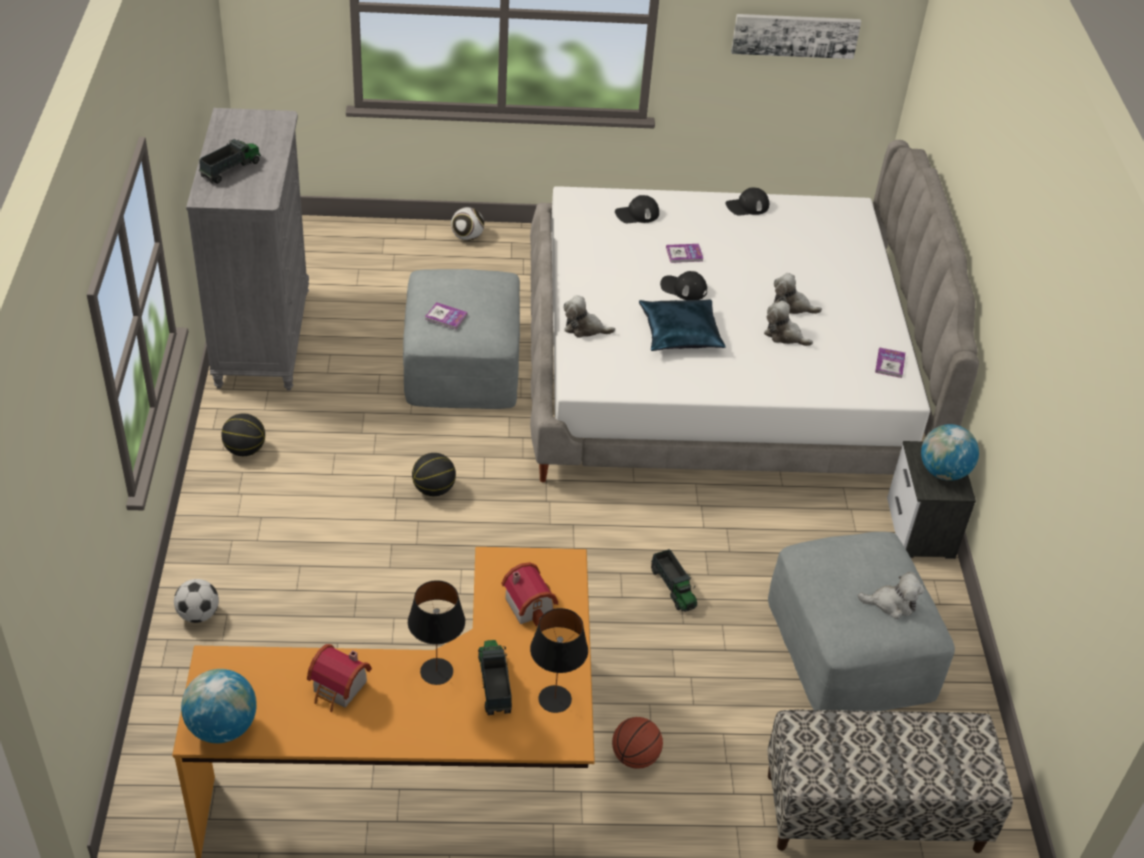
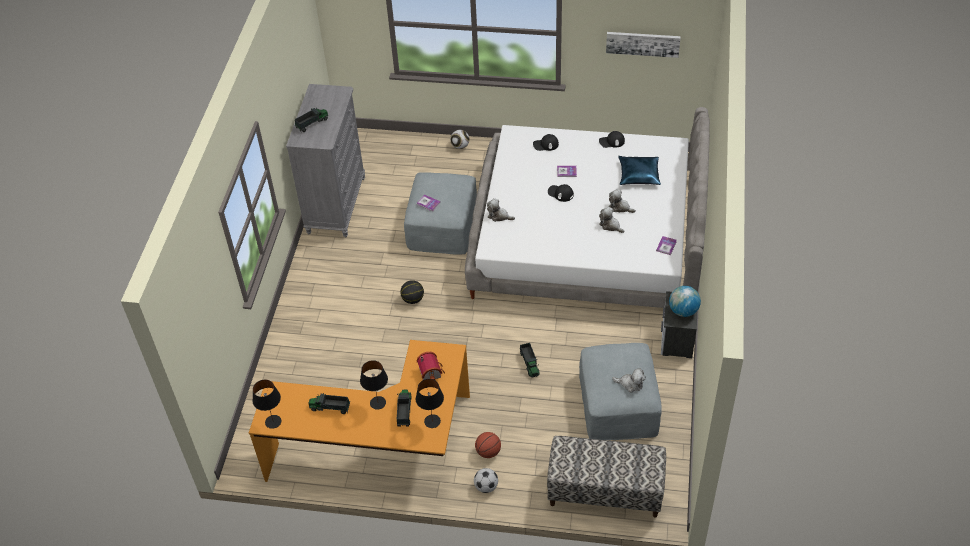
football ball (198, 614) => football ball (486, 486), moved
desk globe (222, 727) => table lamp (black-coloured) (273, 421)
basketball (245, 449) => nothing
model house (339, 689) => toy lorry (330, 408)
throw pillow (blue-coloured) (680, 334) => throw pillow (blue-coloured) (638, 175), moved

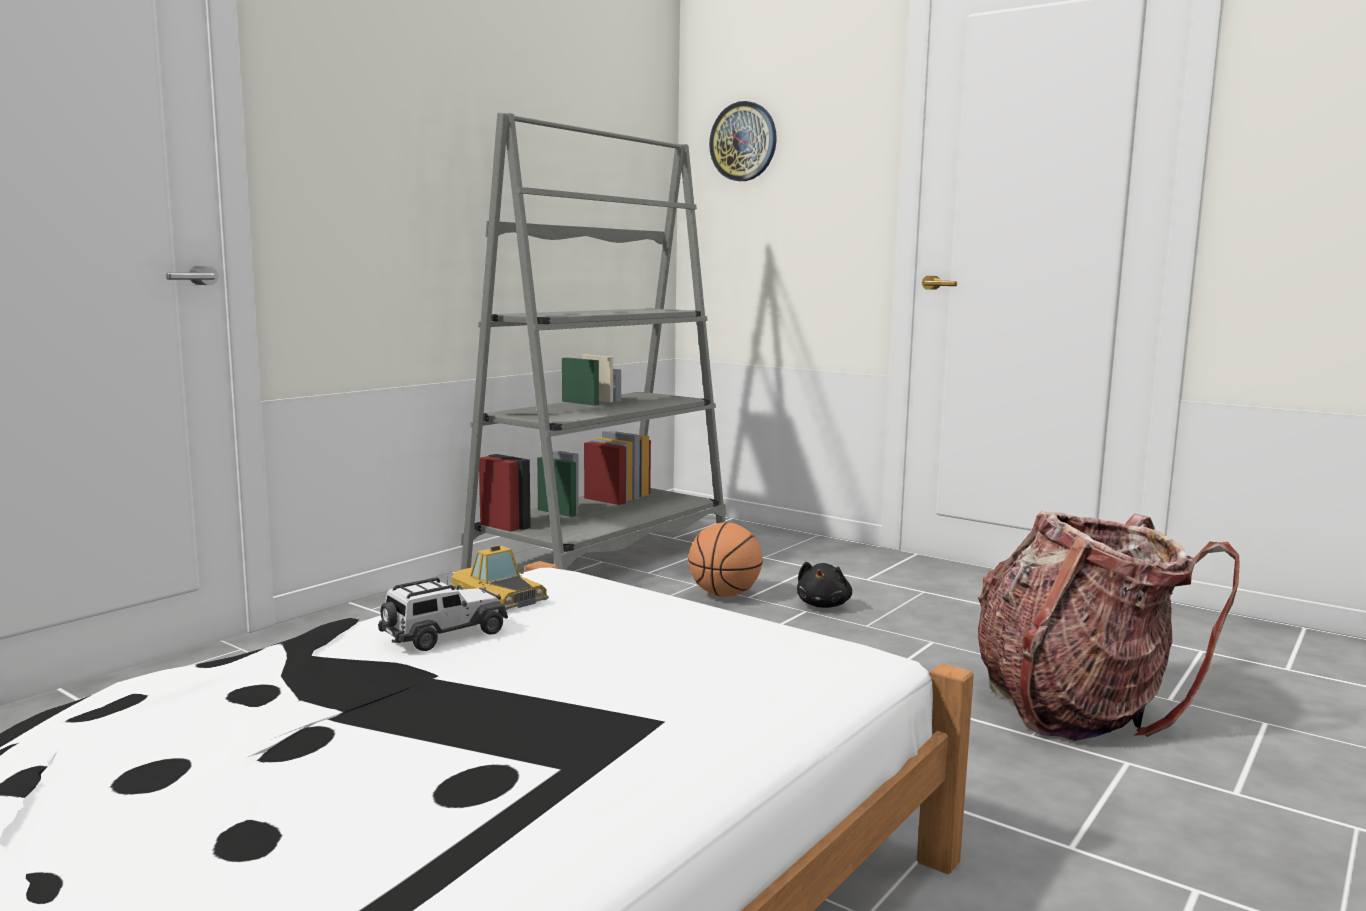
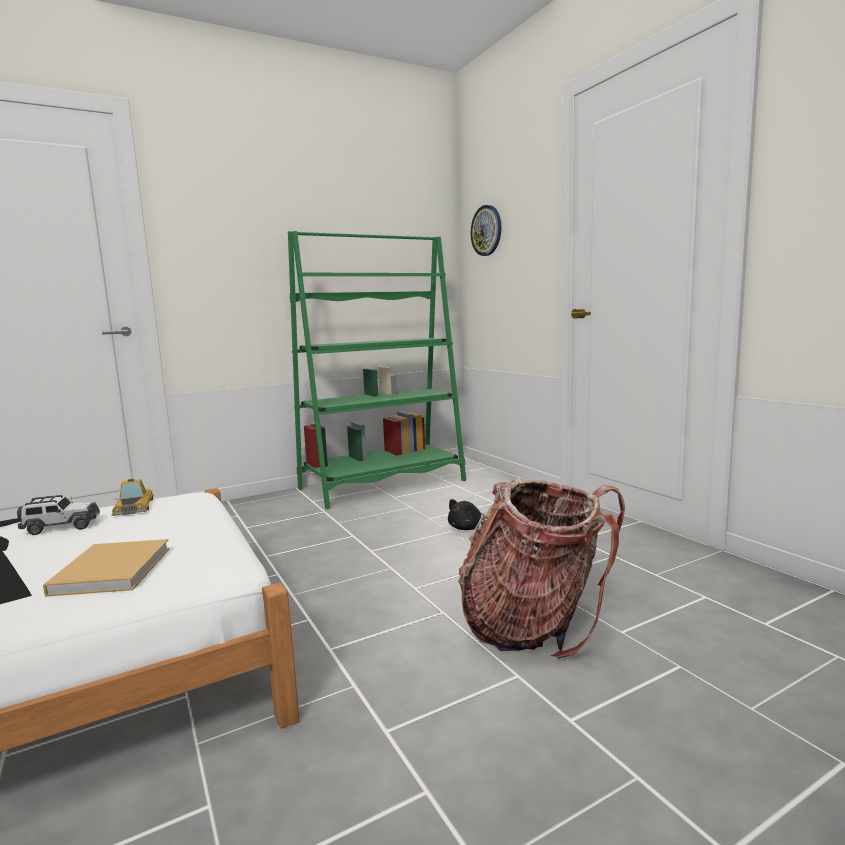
bookshelf (gray) (602, 556) => bookshelf (green-coloured) (383, 485)
basketball (724, 595) => nothing
nothing => book (beige-coloured) (114, 569)

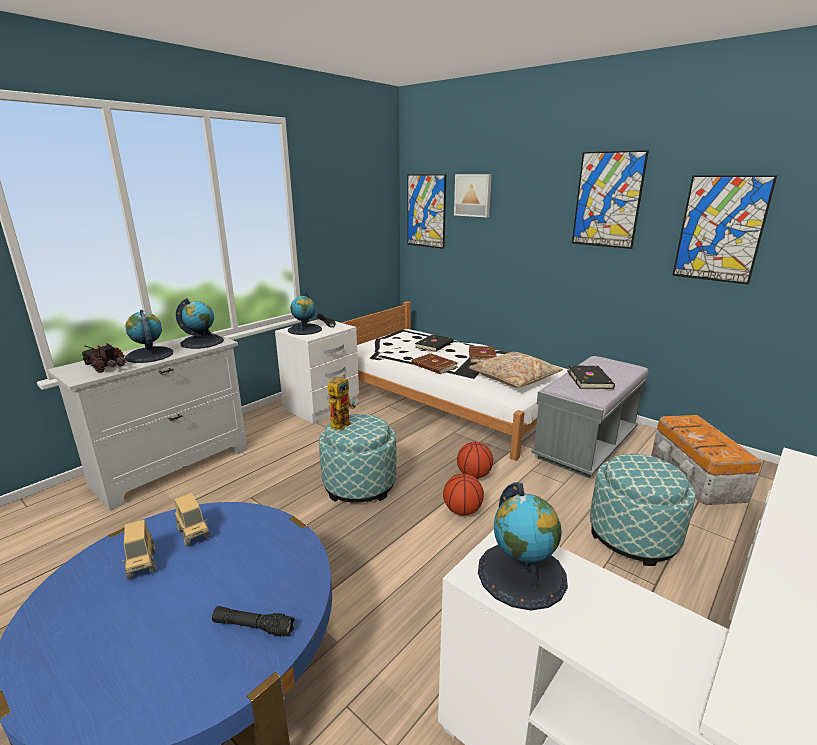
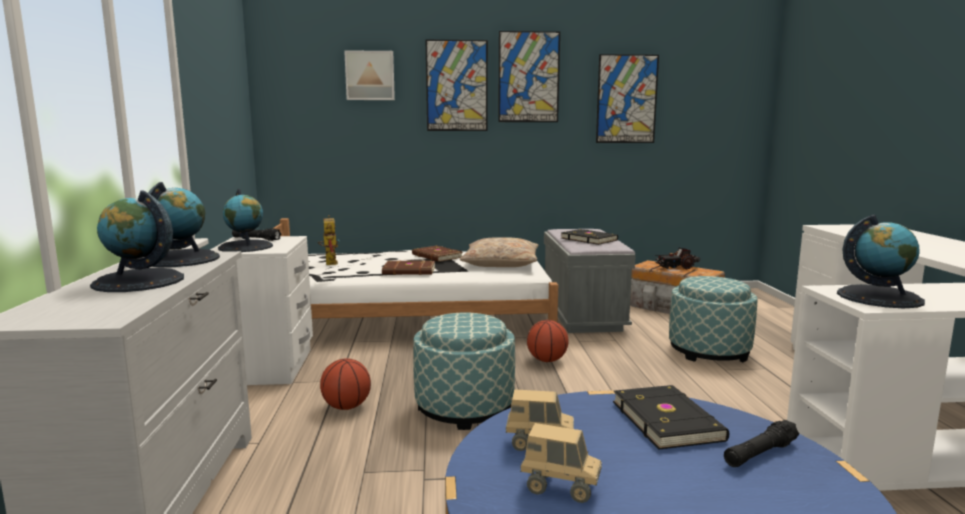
toy lorry (106, 367) => toy lorry (676, 267), moved
model robot (342, 423) => model robot (329, 262), moved
picture (426, 211) => picture (457, 86), moved
book (black-coloured) (435, 345) => book (black-coloured) (668, 420), moved
basketball (462, 510) => basketball (346, 407), moved

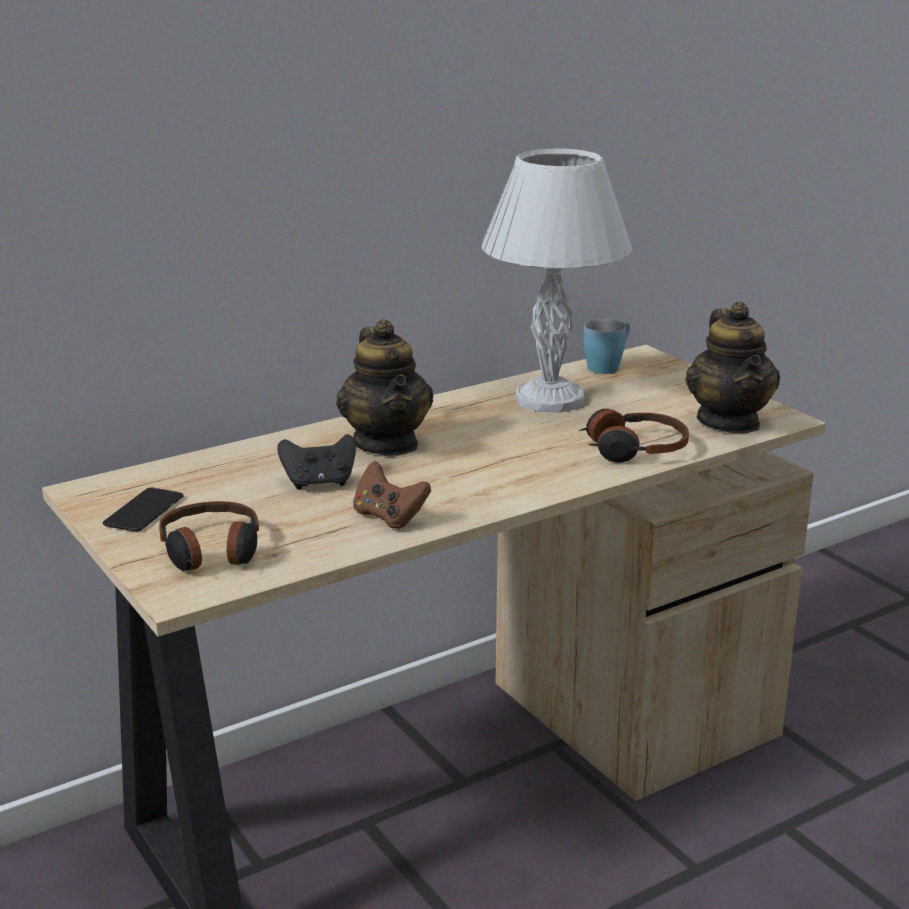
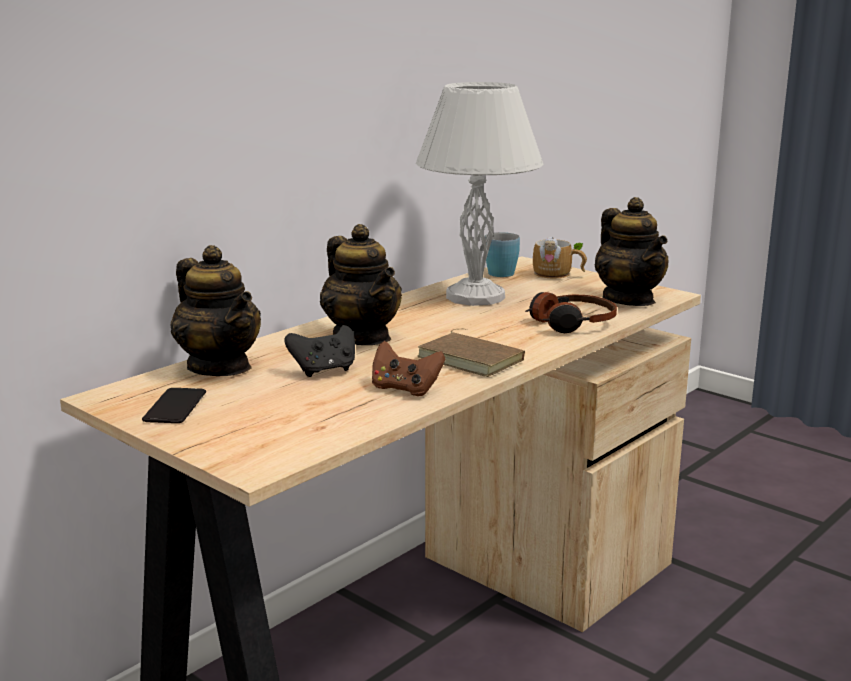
pair of headphones (211, 551) => nothing
nothing => tea pot (220, 367)
nothing => book (brown) (473, 359)
nothing => tea mug (558, 275)

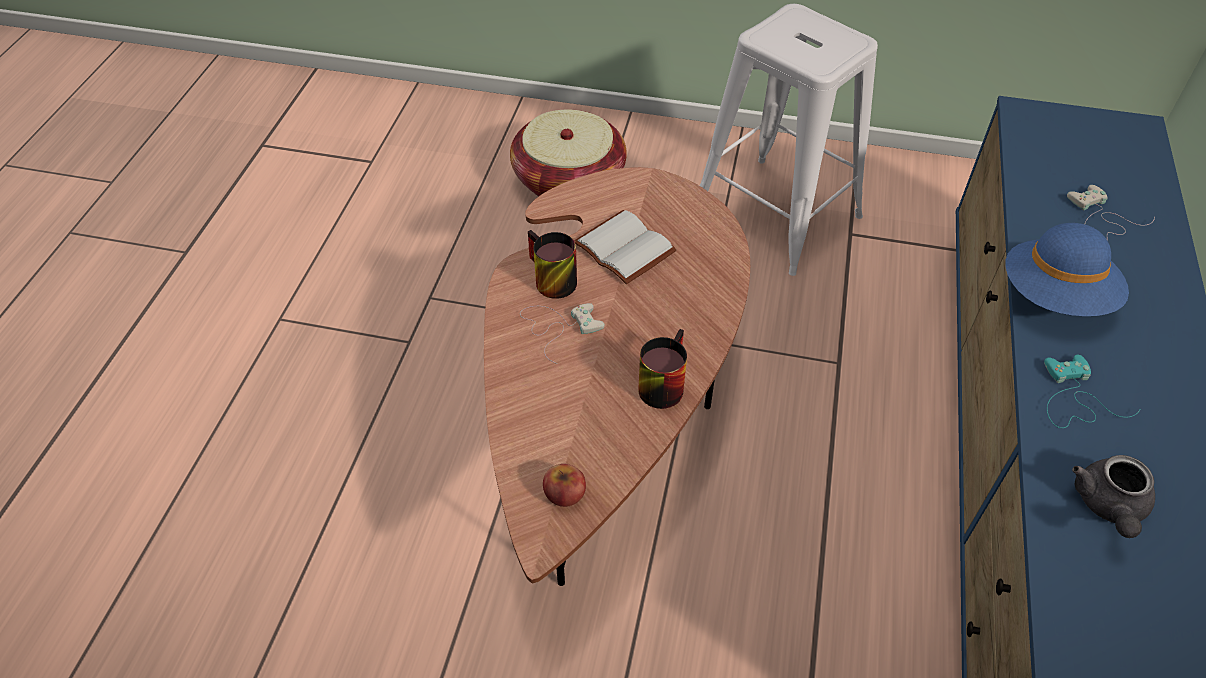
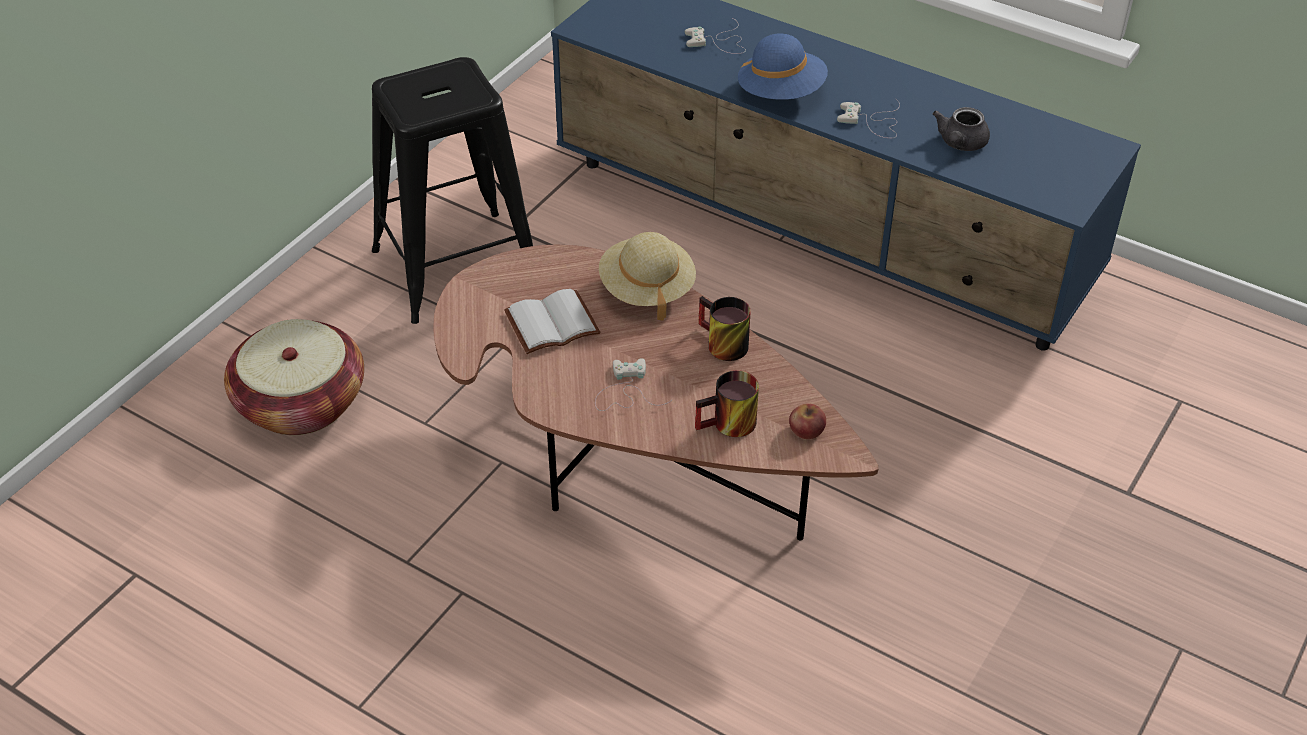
tea mug (548, 280) => tea mug (729, 426), moved
stool (white) (774, 214) => stool (black-coloured) (455, 267)
joypad (blue-green) (1074, 398) => joypad (white) (872, 122)
tea pot (gray) (1108, 507) => tea pot (gray) (960, 144), 75 degrees clockwise
nothing => hat (beige-coloured) (647, 289)

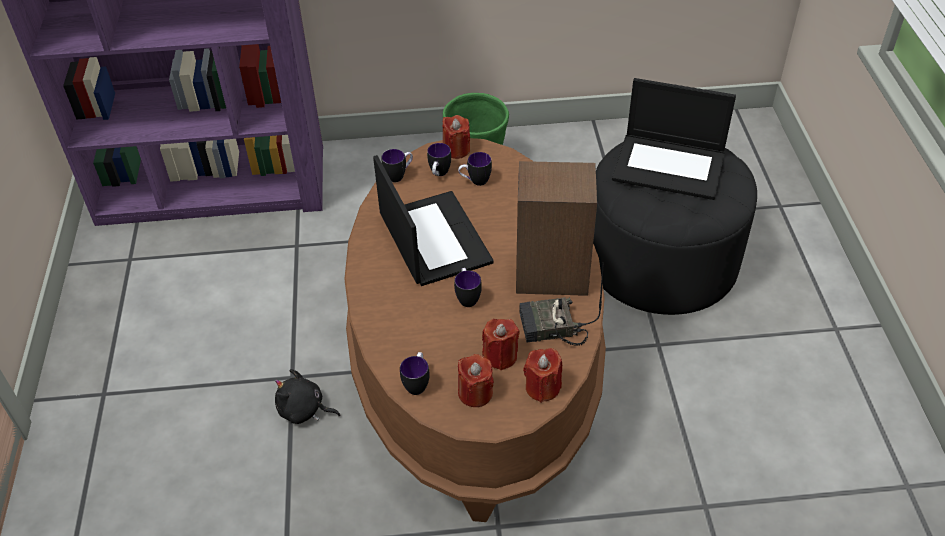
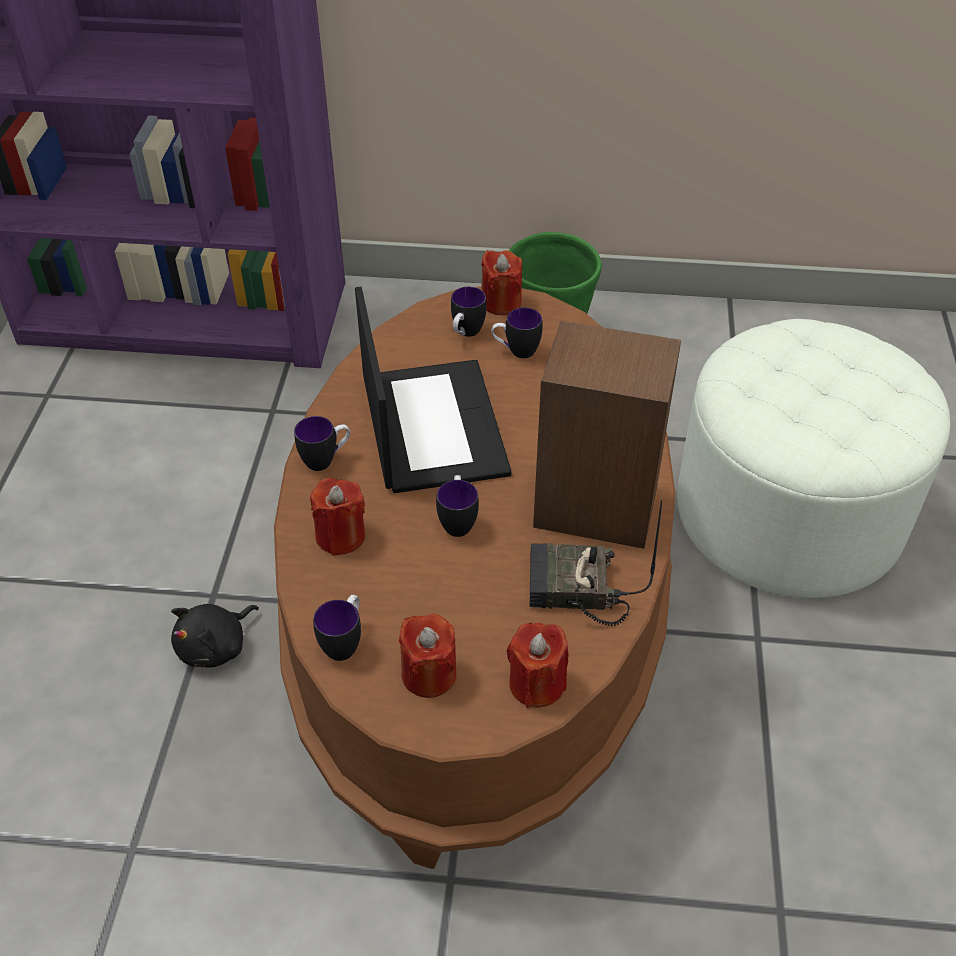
soft toy (black-coloured) (304, 410) => soft toy (black-coloured) (216, 646), 75 degrees counterclockwise
tea mug (399, 175) => tea mug (326, 460), moved
candle (red) (500, 356) => candle (red) (340, 536), moved
ottoman (black-coloured) (661, 261) => ottoman (white) (788, 513)
notebook computer (670, 166) => nothing

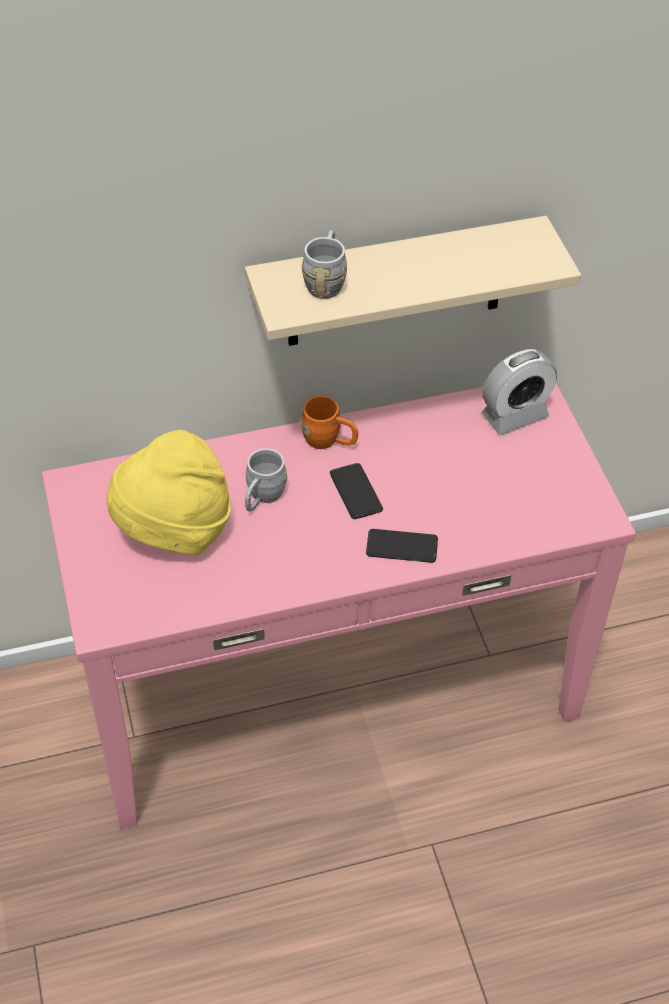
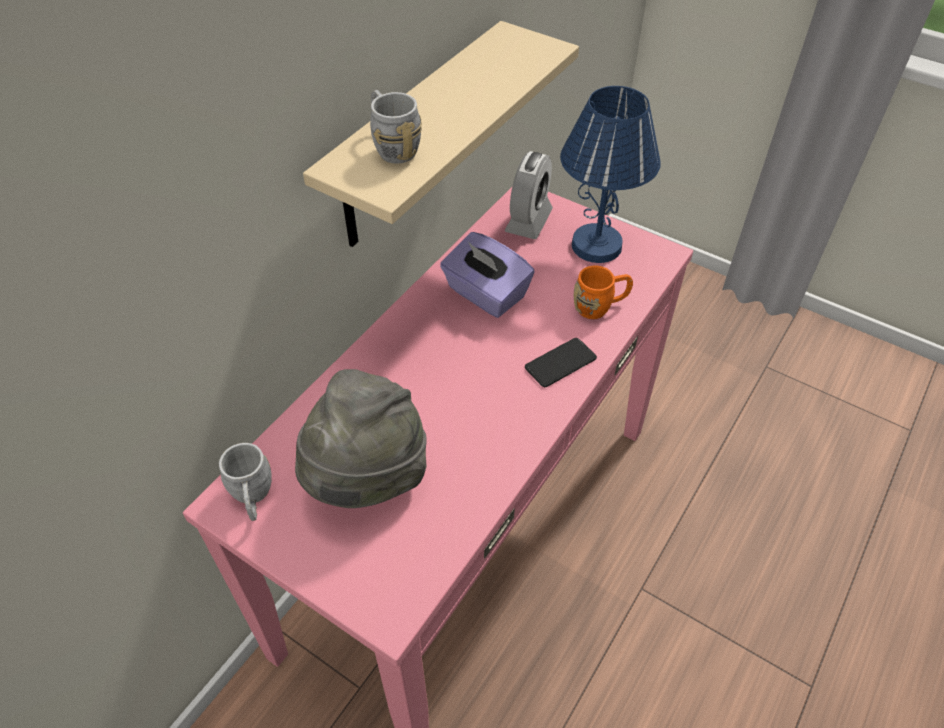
hat (yellowish) (174, 530) => hat (gray) (366, 477)
tea mug (gray) (262, 498) => tea mug (gray) (253, 498), moved
tea mug (orange-coloured) (329, 441) => tea mug (orange-coloured) (600, 307), moved
telephone (356, 492) => nothing
nothing => tissue holder (purple) (485, 294)
nothing => table lamp (blue-coloured) (597, 245)

